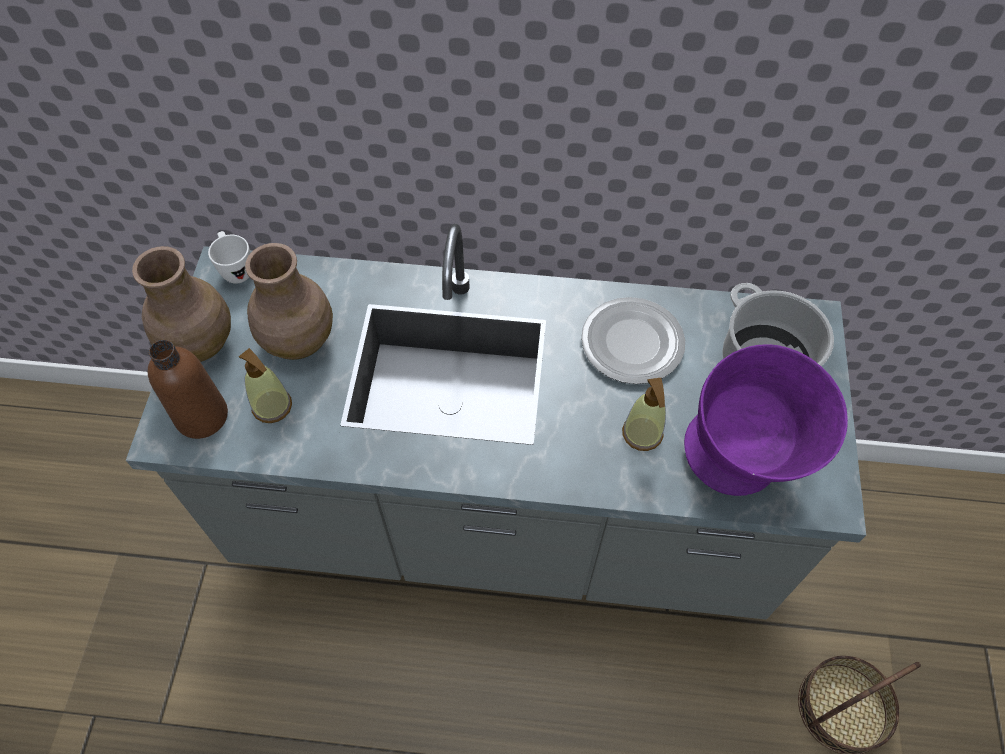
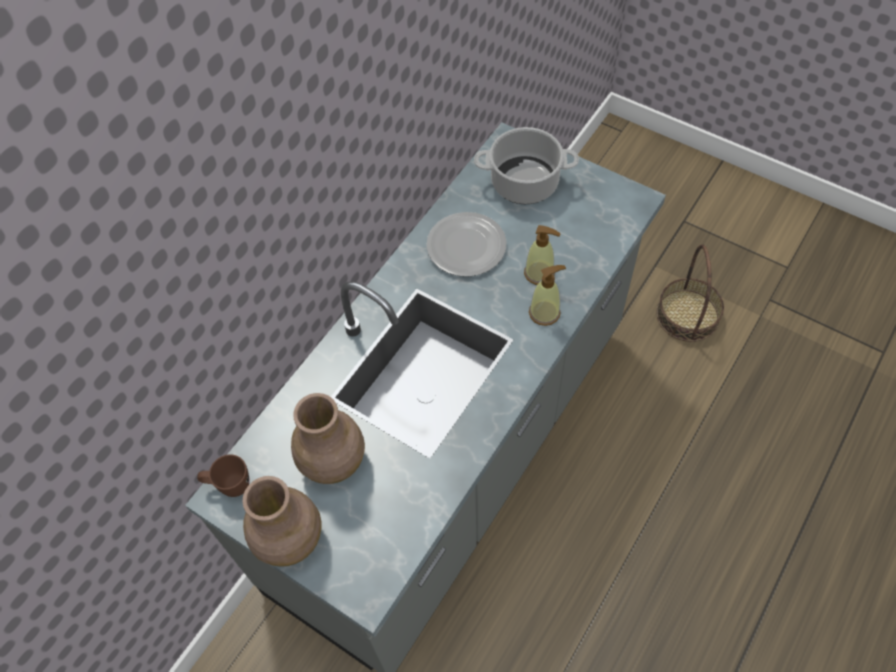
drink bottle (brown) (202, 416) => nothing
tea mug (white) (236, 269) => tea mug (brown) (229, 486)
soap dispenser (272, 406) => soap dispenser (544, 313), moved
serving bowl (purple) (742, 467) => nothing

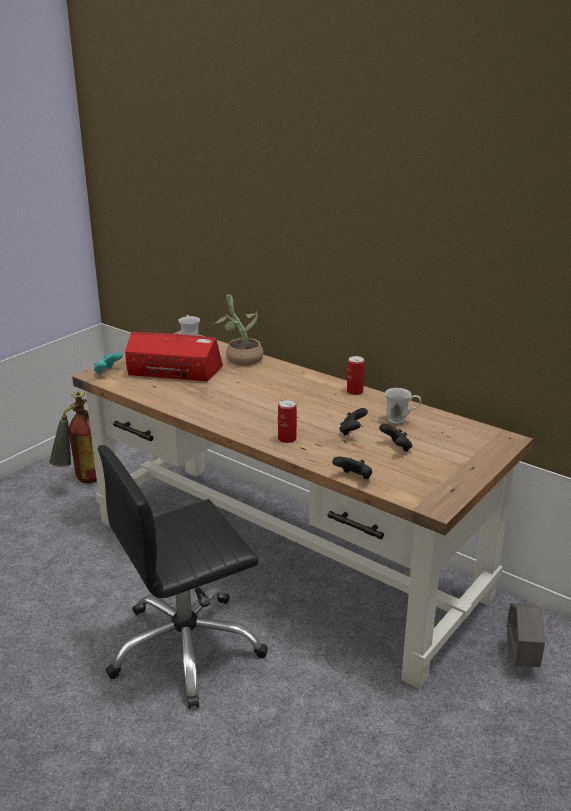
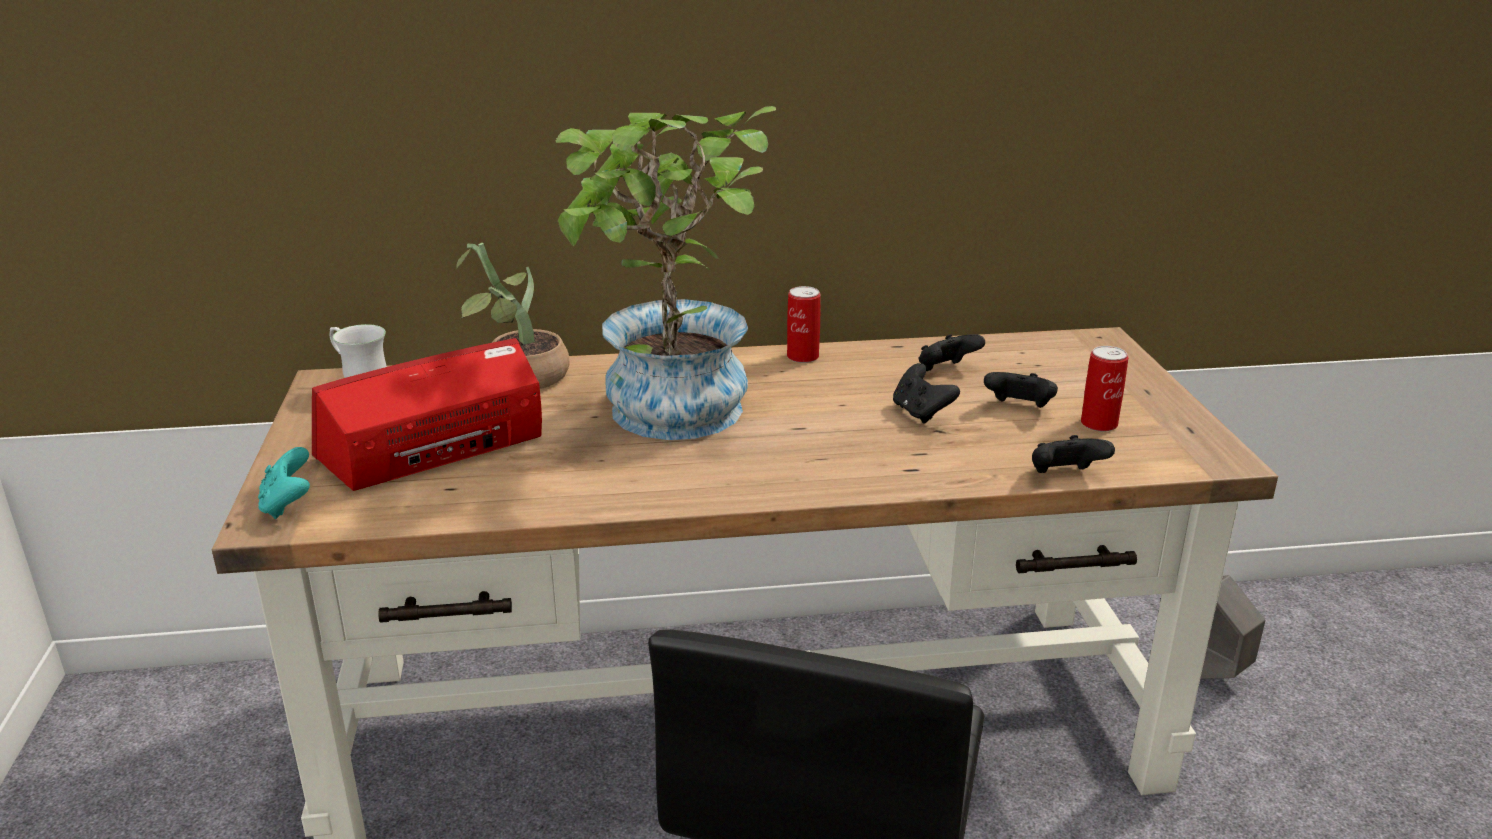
fire-fighting cylinder (81, 482) => nothing
sealed can (287, 439) => sealed can (1099, 424), moved
tea mug (white) (401, 421) => joypad (black-coloured) (946, 370)
nothing => plant in a pot (669, 418)

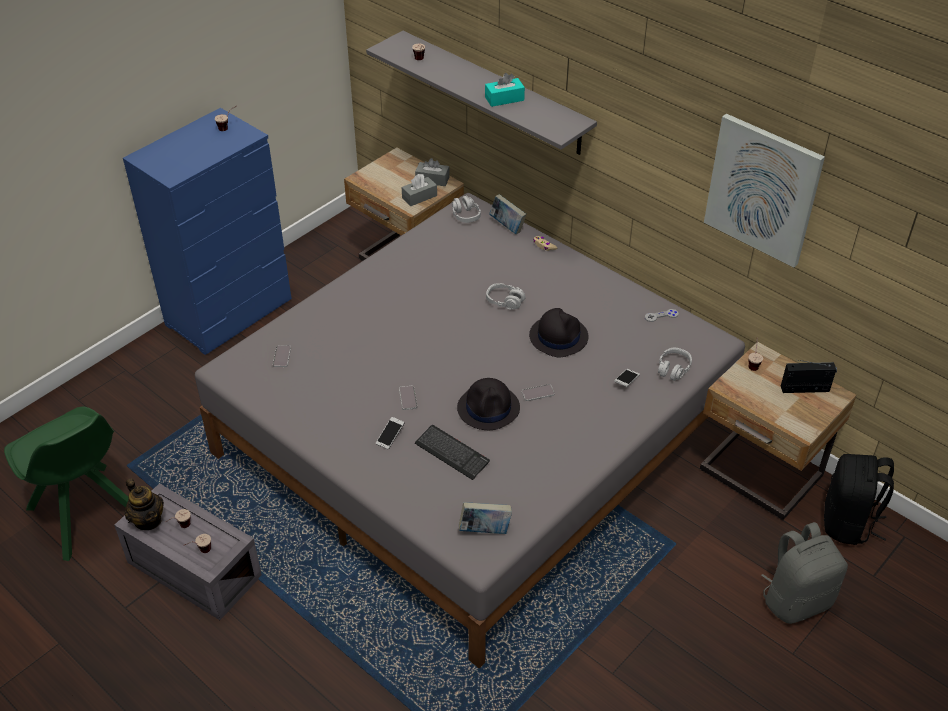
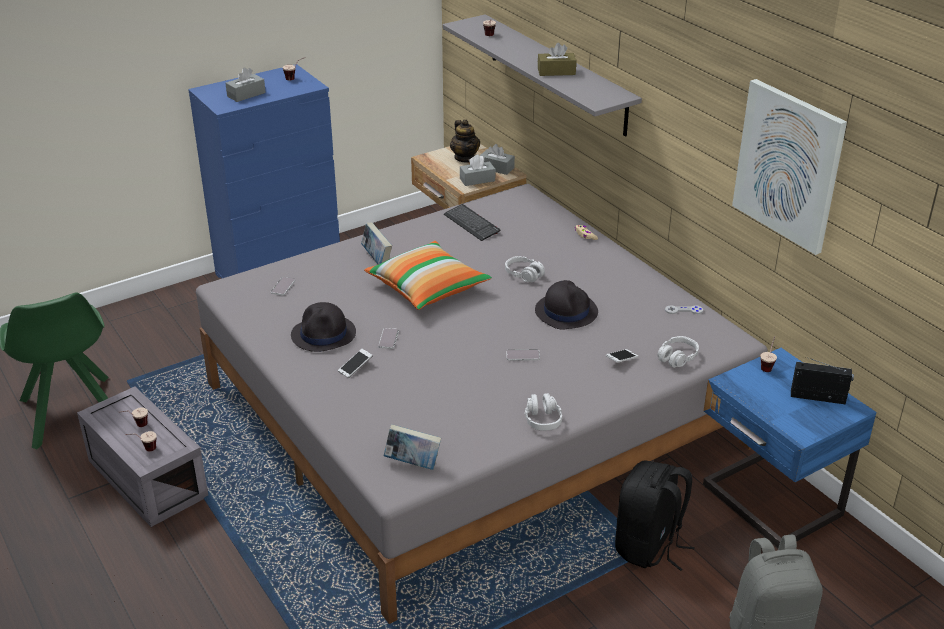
tea pot (148, 520) => tea pot (465, 158), moved
computer keyboard (452, 453) => computer keyboard (471, 224), moved
pair of headphones (gray) (465, 215) => pair of headphones (gray) (542, 419), moved
hat (black-coloured) (489, 408) => hat (black-coloured) (324, 334), moved
tissue holder (blue-green) (504, 99) => tissue holder (brown) (556, 71)
book (507, 226) => book (377, 259), moved
nightstand (beige-coloured) (759, 475) => nightstand (blue-coloured) (769, 503)
backpack (black-coloured) (848, 523) => backpack (black-coloured) (649, 547), moved
nothing => tissue holder (gray) (246, 94)
nothing => throw pillow (428, 288)

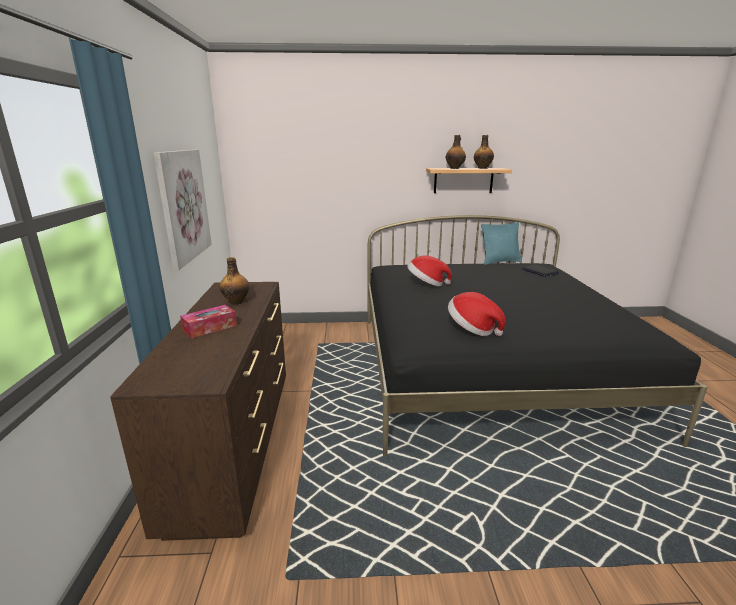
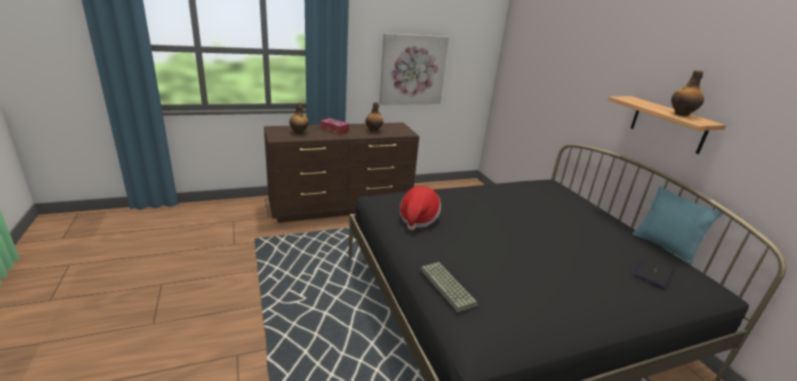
hat (426, 284) => nothing
drink bottle (455, 168) => drink bottle (299, 132), moved
nothing => computer keyboard (448, 287)

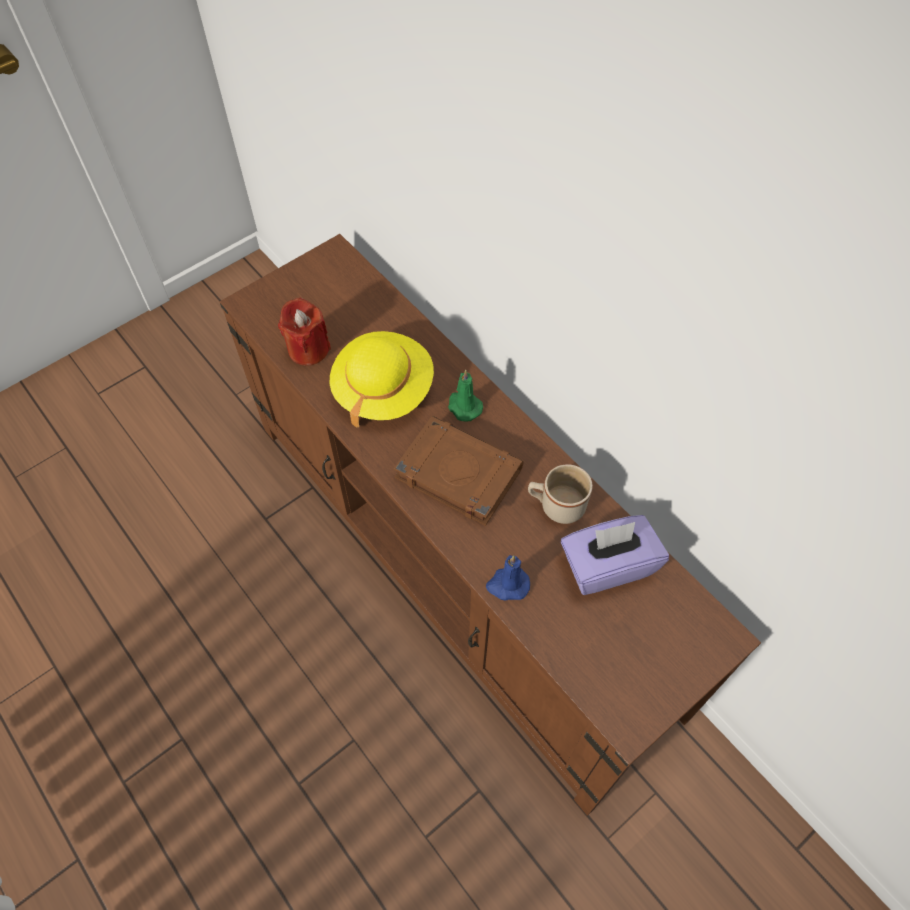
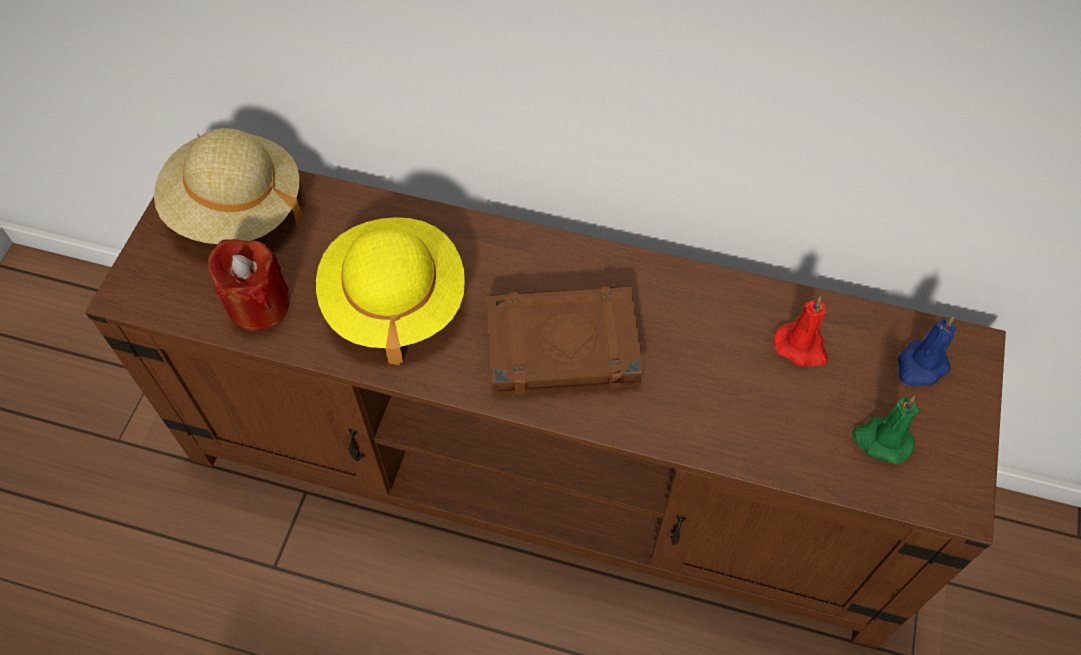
candle (green-coloured) (464, 406) => candle (green-coloured) (881, 440), moved
candle (blue-coloured) (507, 585) => candle (blue-coloured) (920, 366), moved
tea mug (beige-coloured) (556, 505) => nothing
tissue holder (purple) (607, 565) => candle (red) (801, 347)
nothing => hat (beige-coloured) (236, 209)

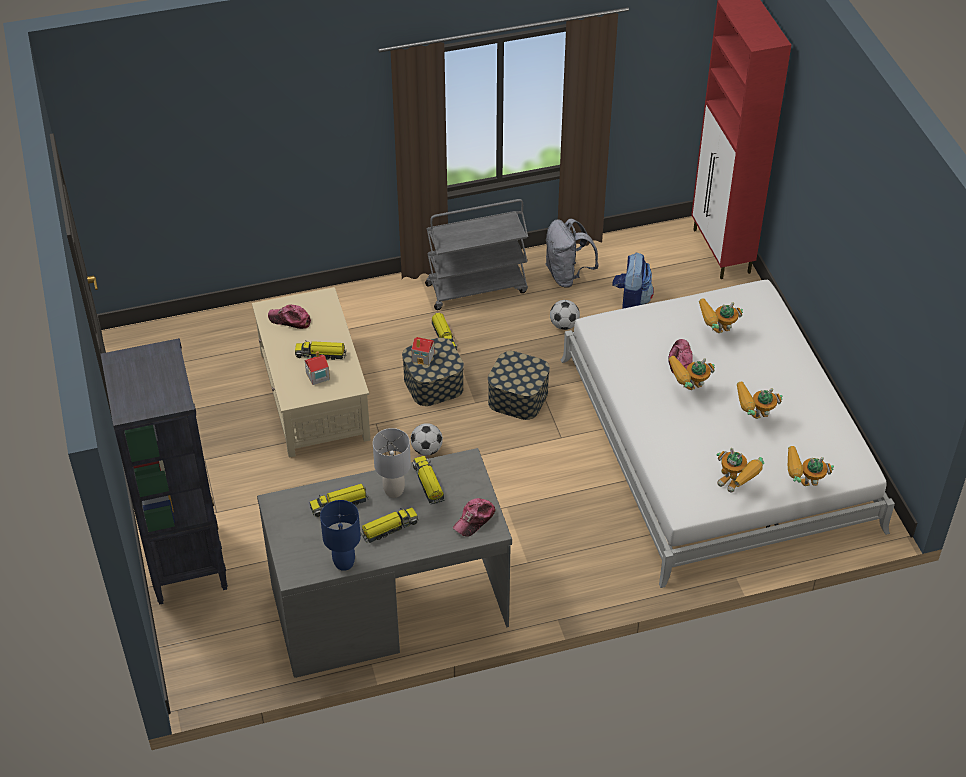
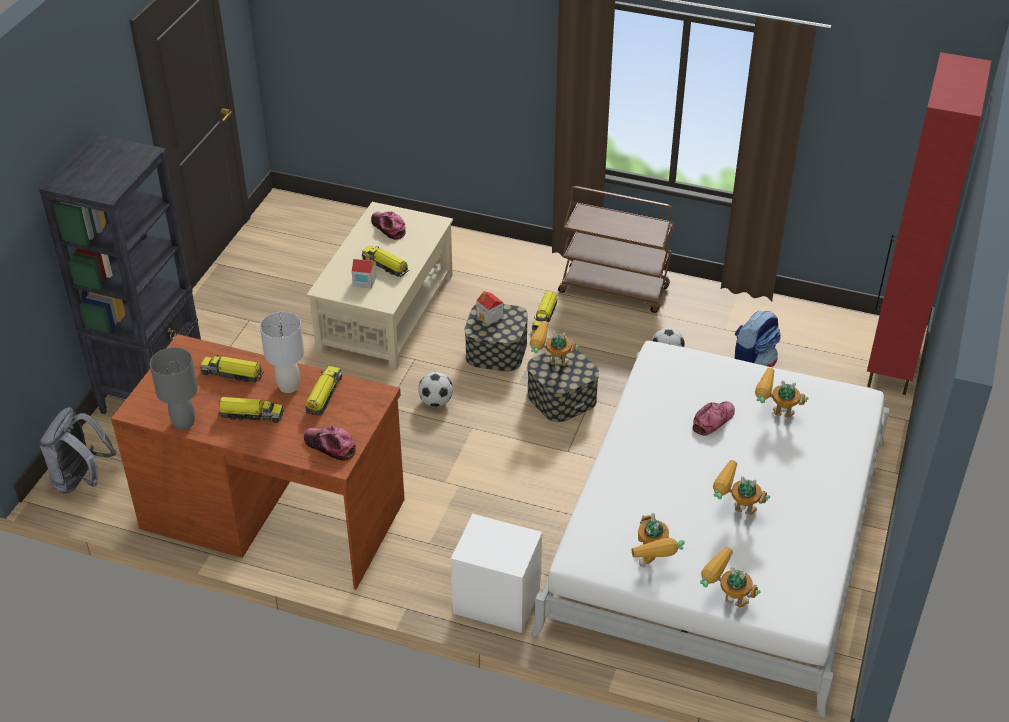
desk table (gray) (388, 605) => desk table (brown) (273, 512)
table lamp (blue-coloured) (344, 563) => table lamp (gray) (184, 423)
trolley (gray) (477, 288) => trolley (brown) (615, 290)
peaked cap (474, 520) => peaked cap (330, 446), 45 degrees clockwise
backpack (gray) (567, 275) => backpack (gray) (81, 480), moved
model robot (688, 391) => model robot (550, 365), moved
nothing => nightstand (white) (497, 600)

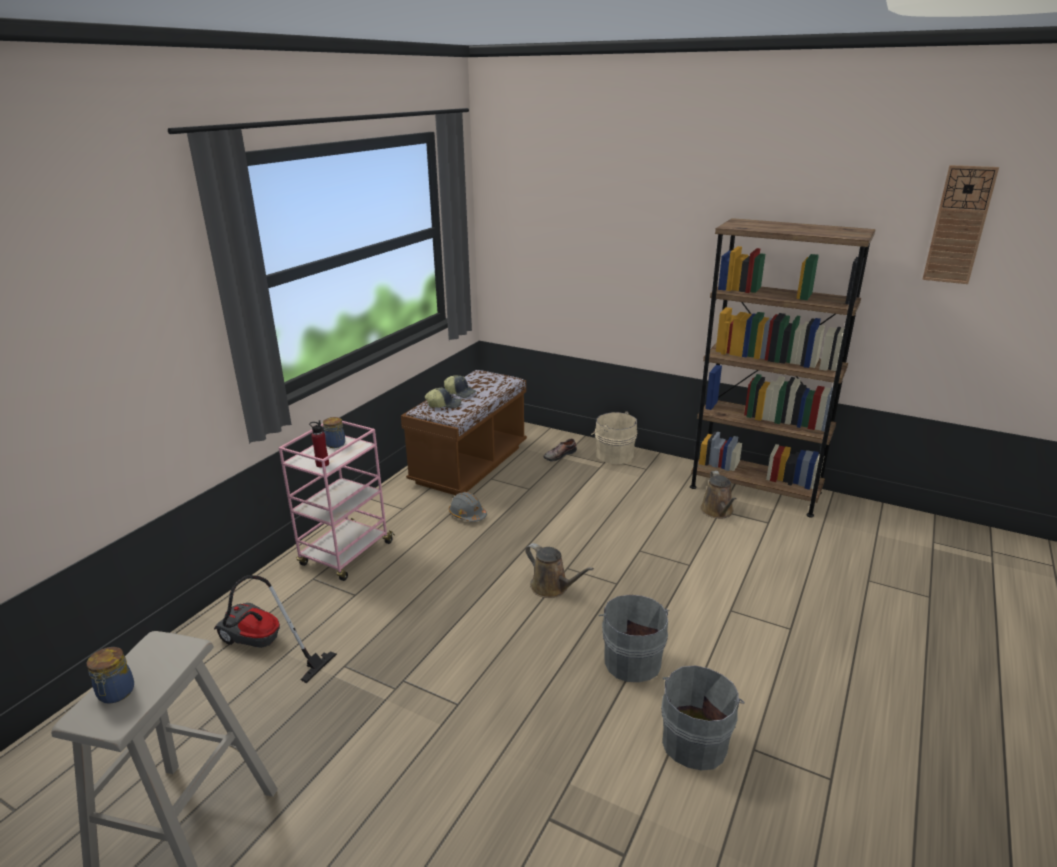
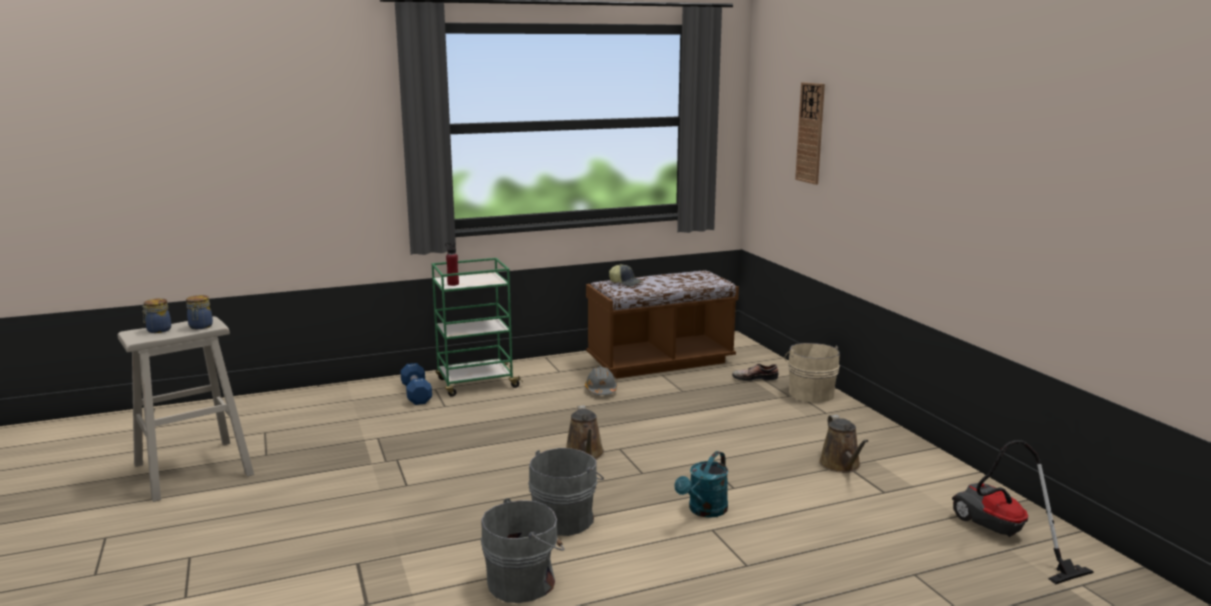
vacuum cleaner (263, 647) => vacuum cleaner (1001, 536), moved
trolley (pinkish) (346, 555) => trolley (green-coloured) (476, 383)
storage jar (336, 444) => storage jar (200, 327), moved
peaked cap (460, 392) => nothing
bookshelf (brown) (755, 490) => nothing
watering can (brown) (718, 511) => watering can (brown) (841, 465), 45 degrees counterclockwise
hanging clock (959, 225) => hanging clock (810, 133), moved
nothing => hand weight (blue-coloured) (416, 394)
nothing => watering can (blue-green) (704, 511)

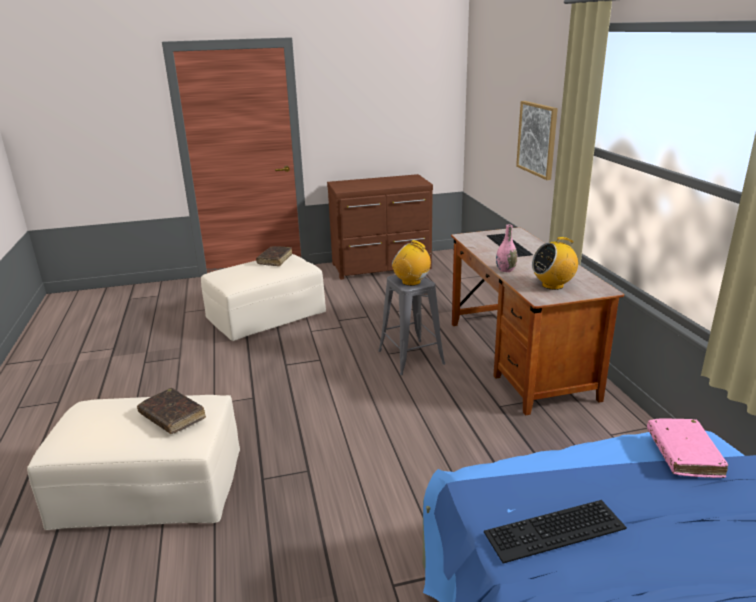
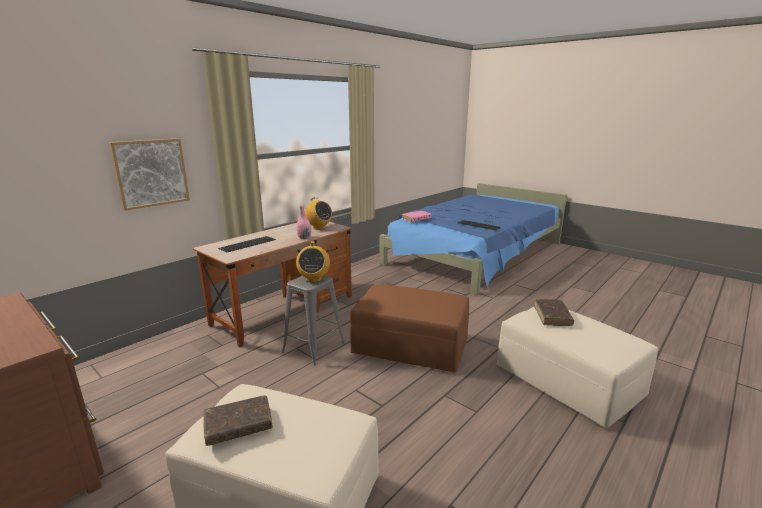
nothing => ottoman (brown) (410, 346)

